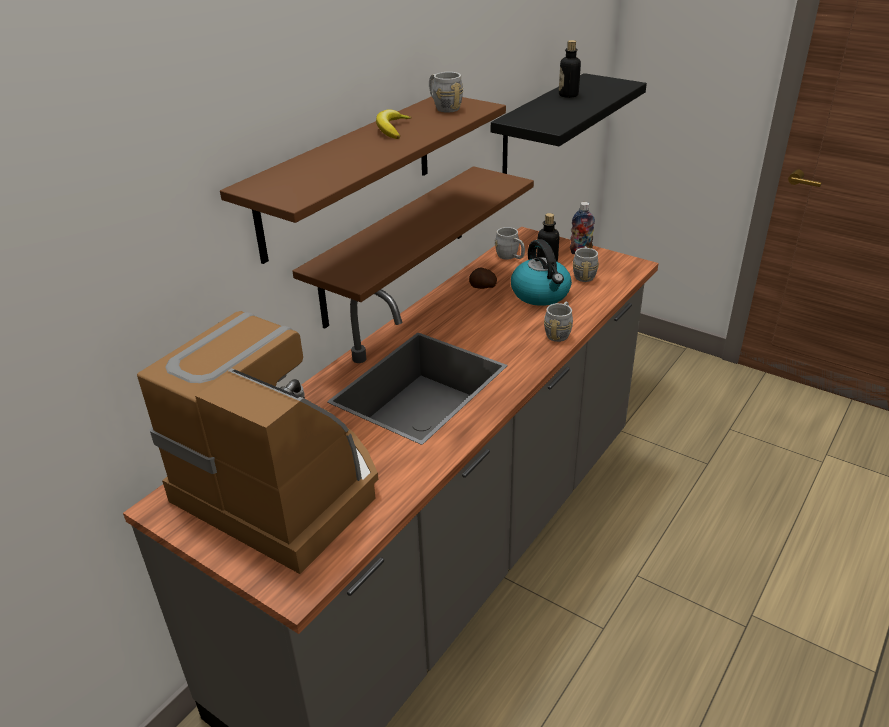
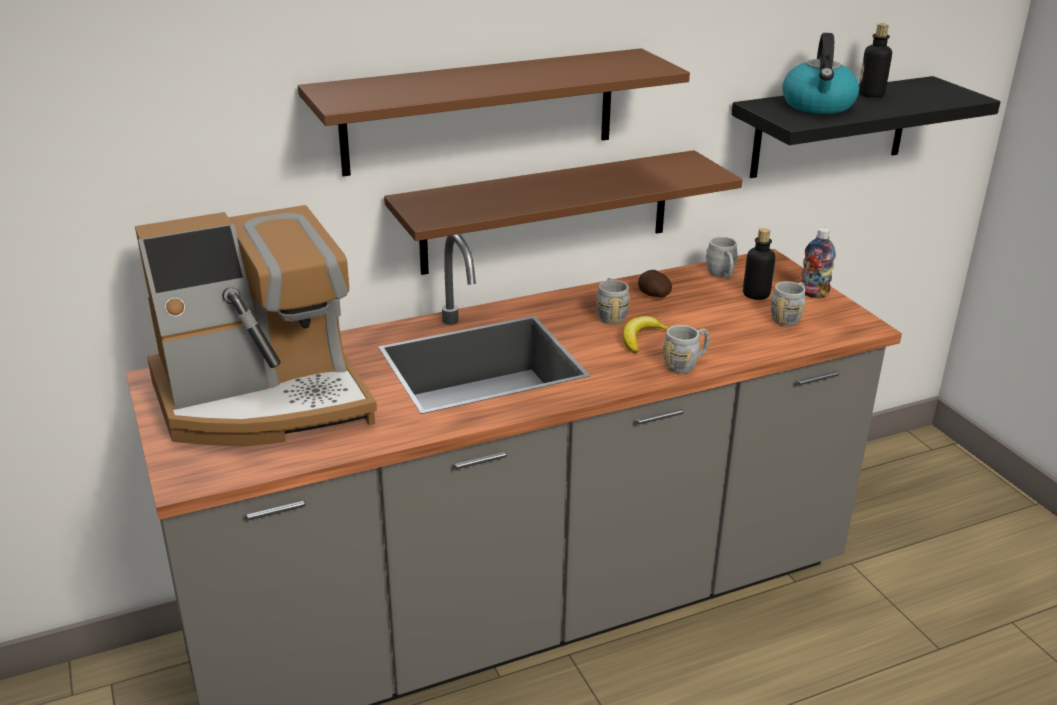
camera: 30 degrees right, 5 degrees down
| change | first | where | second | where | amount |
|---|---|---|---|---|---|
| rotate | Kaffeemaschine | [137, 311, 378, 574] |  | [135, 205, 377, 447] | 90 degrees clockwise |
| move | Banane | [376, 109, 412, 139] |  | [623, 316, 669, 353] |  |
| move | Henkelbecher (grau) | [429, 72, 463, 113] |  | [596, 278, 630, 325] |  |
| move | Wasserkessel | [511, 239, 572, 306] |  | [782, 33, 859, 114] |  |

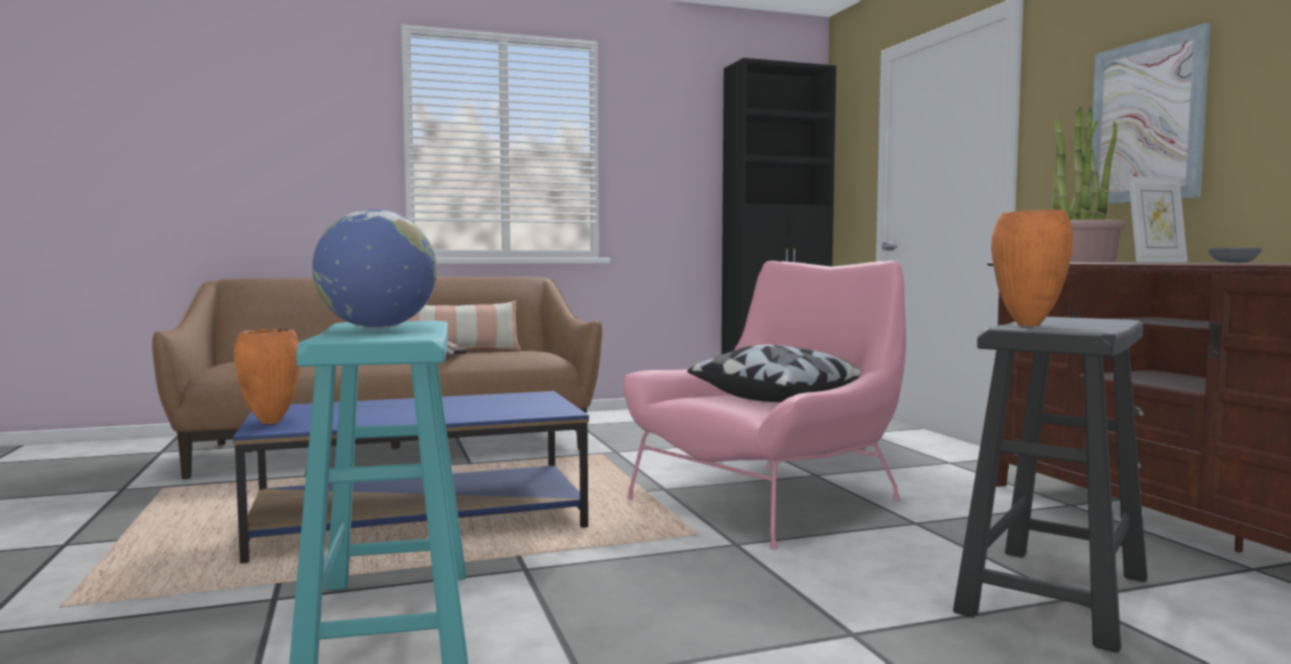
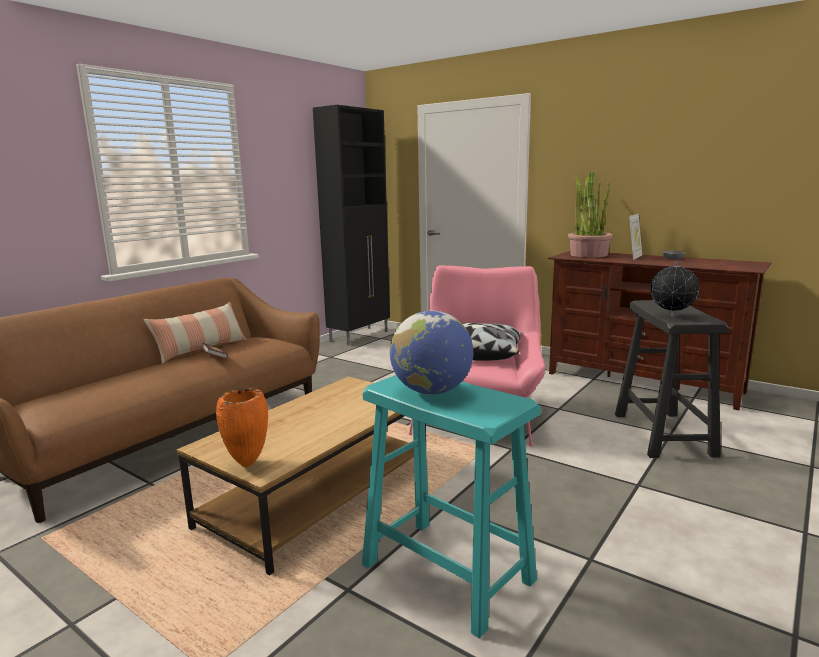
camera: 35 degrees left, 10 degrees up
| change | first | where | second | where | amount |
|---|---|---|---|---|---|
| recolor | Couchtisch (blau) | [233, 391, 589, 564] | Couchtisch (braun) | [177, 376, 426, 575] |  |
| replace | Vase (orange) | [991, 209, 1073, 326] | Globus | [650, 261, 699, 317] |  |
| delete | Bild | [1089, 23, 1211, 205] |  |  |  |

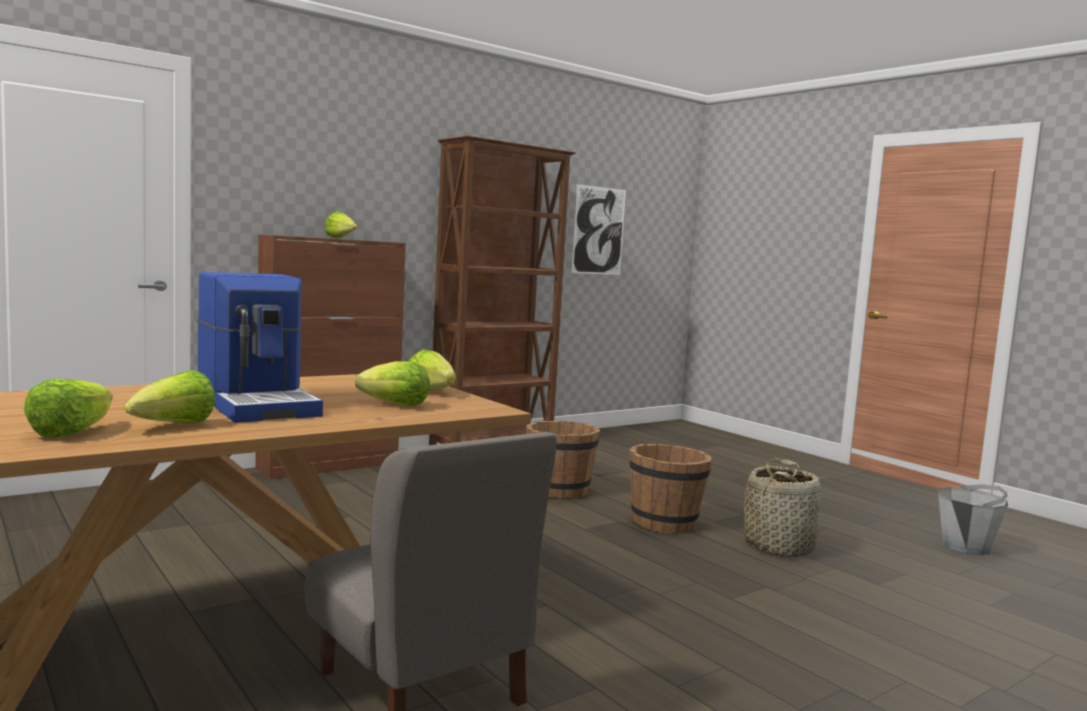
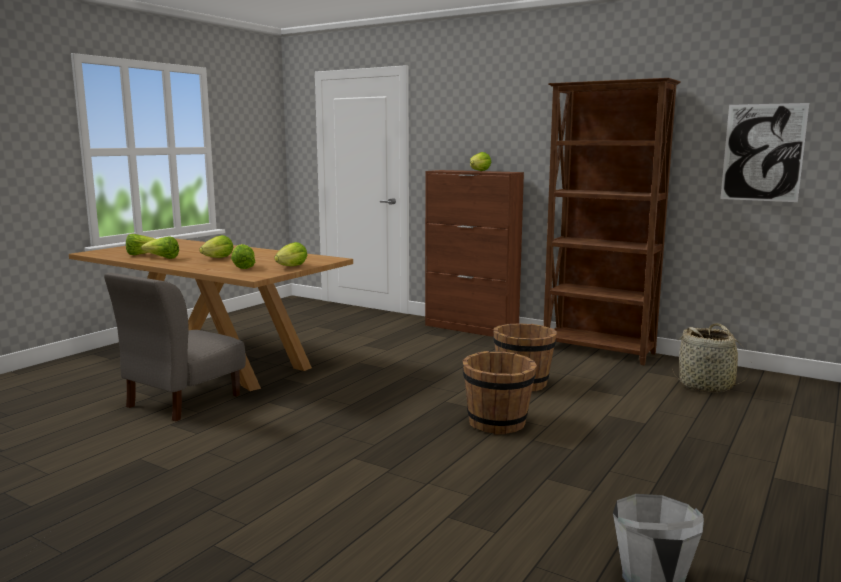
camera: 70 degrees right, 5 degrees up
| change | first | where | second | where | amount |
|---|---|---|---|---|---|
| replace | Kaffeemaschine | [197, 272, 323, 423] | Salatkopf | [199, 235, 233, 258] |  |
| move | Korb | [744, 458, 821, 557] |  | [672, 323, 751, 393] |  |

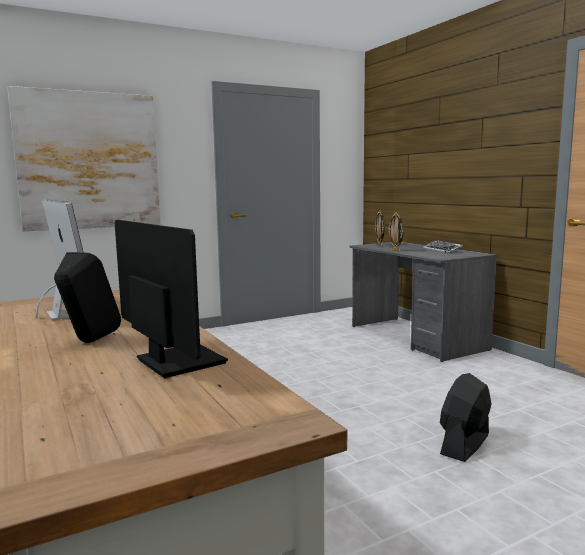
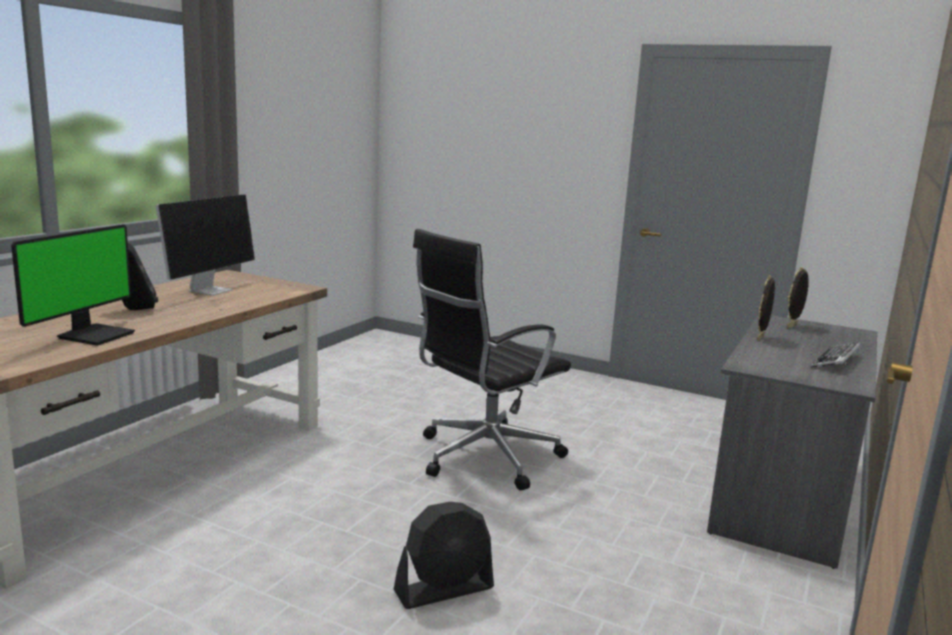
camera: 55 degrees right, 5 degrees up
| change | first | where | second | where | amount |
|---|---|---|---|---|---|
| delete | Bild | [7, 86, 161, 231] |  |  |  |
| rotate | Ventilator (schwarz) | [440, 373, 491, 462] |  | [394, 502, 494, 609] | 150 degrees clockwise |
| insert |  |  | Bürostuhl (schwarz) | [413, 229, 571, 491] |  |

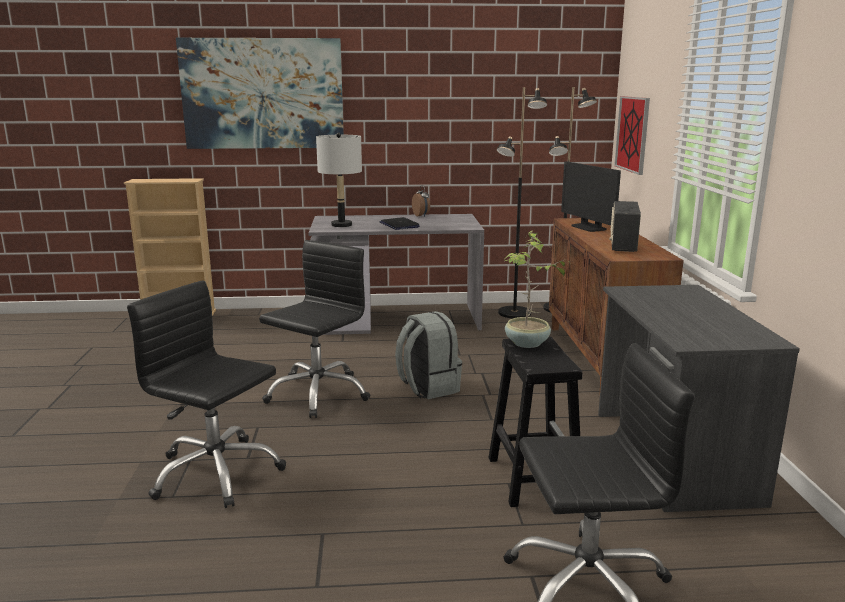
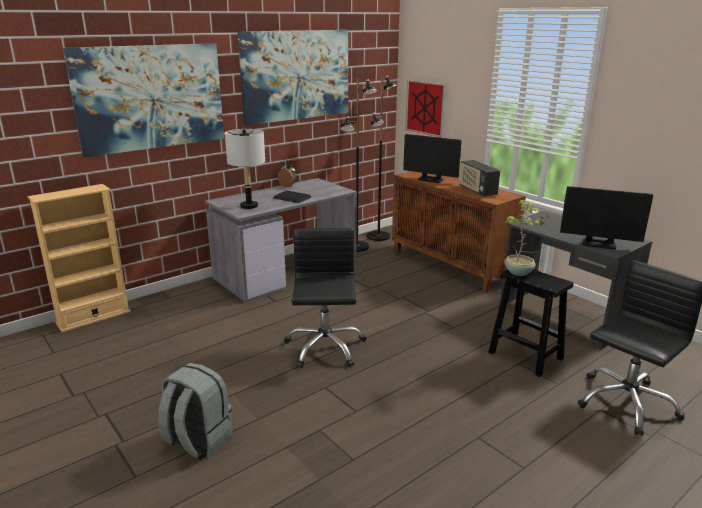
camera: 35 degrees left, 5 degrees up
| change | first | where | second | where | amount |
|---|---|---|---|---|---|
| delete | Bürostuhl (schwarz) | [127, 280, 286, 508] |  |  |  |
| move | Rucksack (grau) | [395, 311, 462, 399] |  | [158, 363, 232, 460] |  |
| insert |  |  | Bild | [238, 30, 348, 125] |  |
| insert |  |  | Monitor | [560, 186, 653, 249] |  |

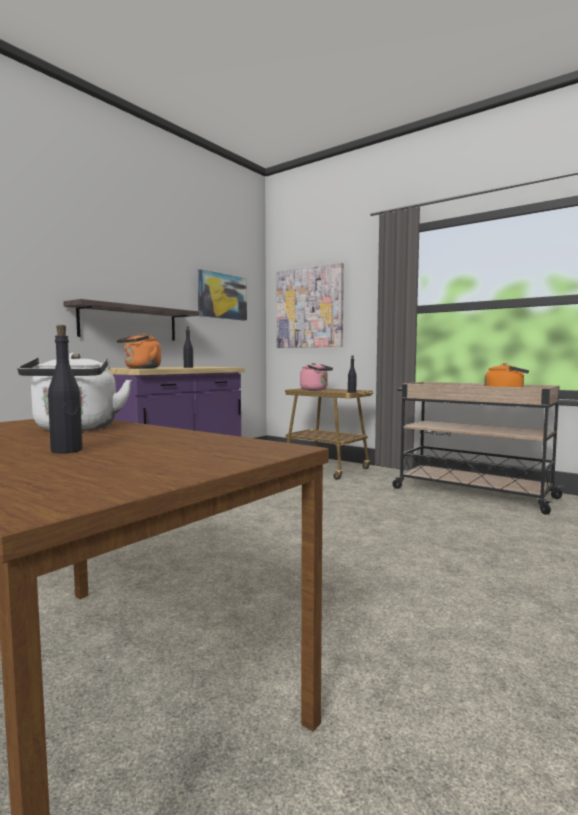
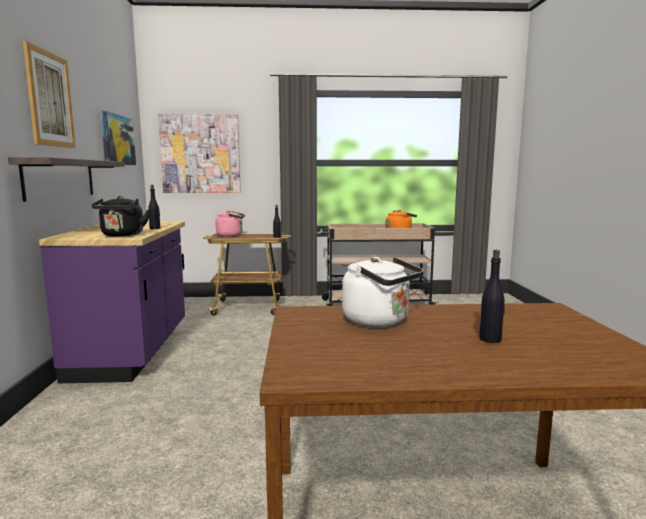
camera: 40 degrees left, 5 degrees up
| change | first | where | second | where | amount |
|---|---|---|---|---|---|
| recolor | Wasserkessel (orange) | [117, 333, 161, 368] | Wasserkessel (schwarz) | [91, 196, 150, 237] |  |
| insert |  |  | Bild | [23, 41, 76, 148] |  |

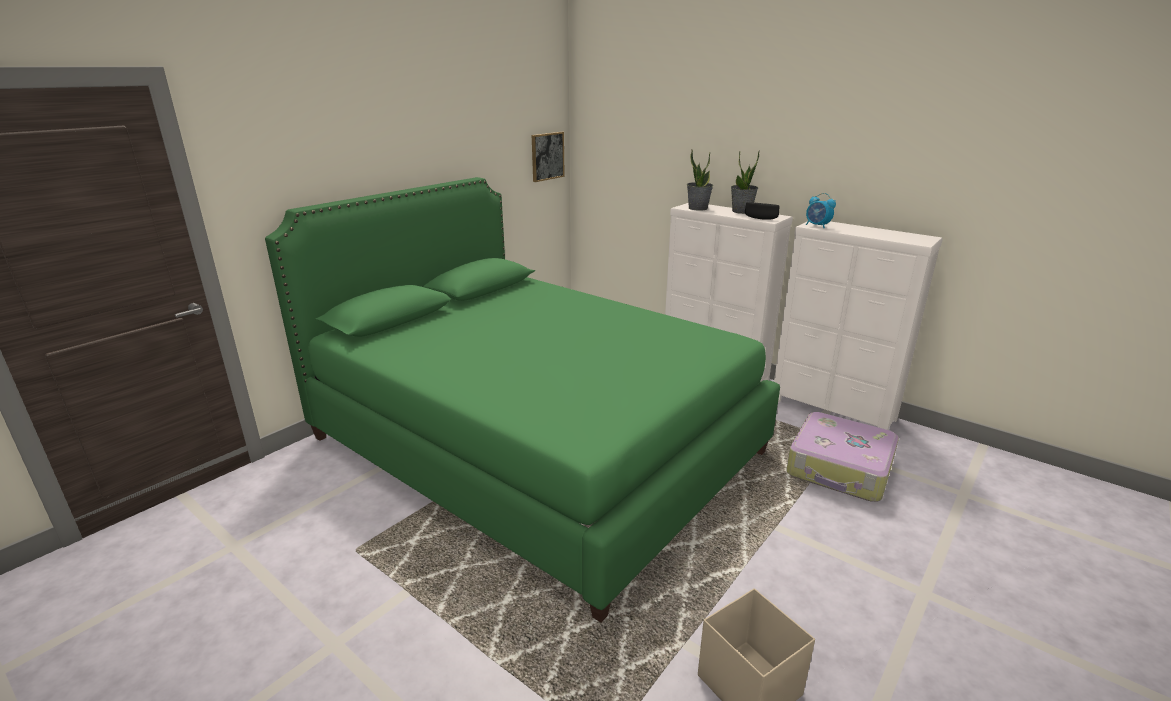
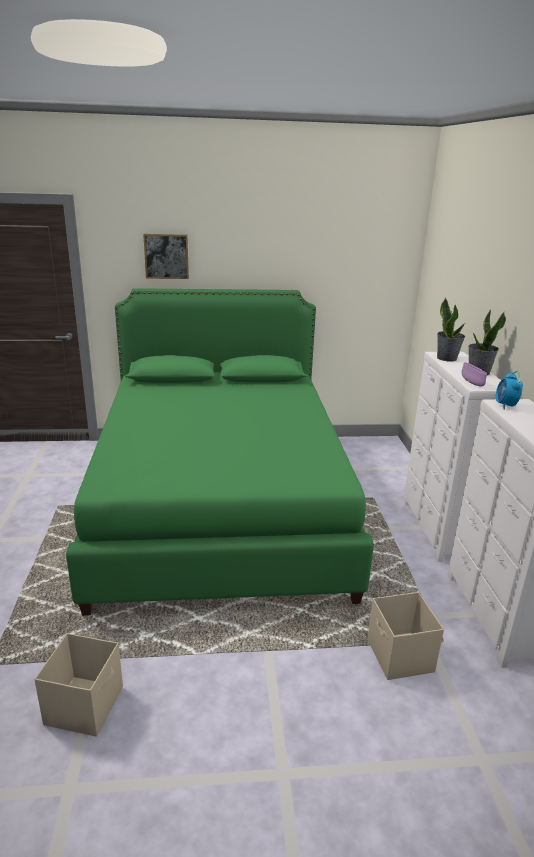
camera: 45 degrees right, 0 degrees up
| change | first | where | second | where | amount |
|---|---|---|---|---|---|
| move | Bild | [532, 132, 565, 182] |  | [143, 234, 189, 279] |  |
| recolor | Schüssel (schwarz) | [745, 202, 780, 220] | Schüssel (lila) | [462, 362, 487, 386] |  |
| replace | Koffer | [786, 412, 899, 502] | Aufbewahrungsbox (beige) | [367, 592, 444, 680] |  |

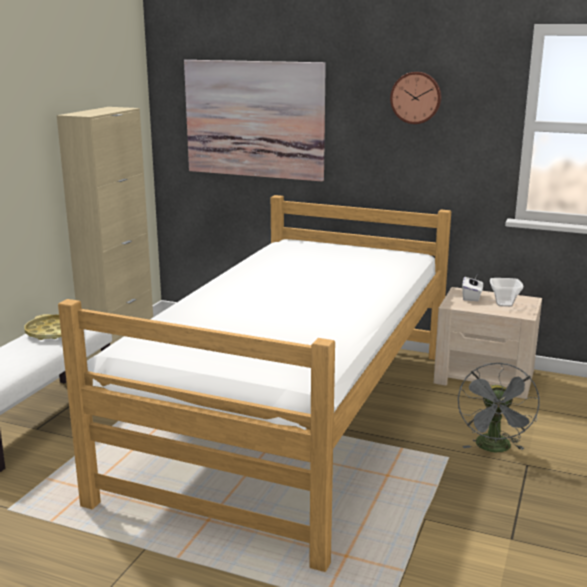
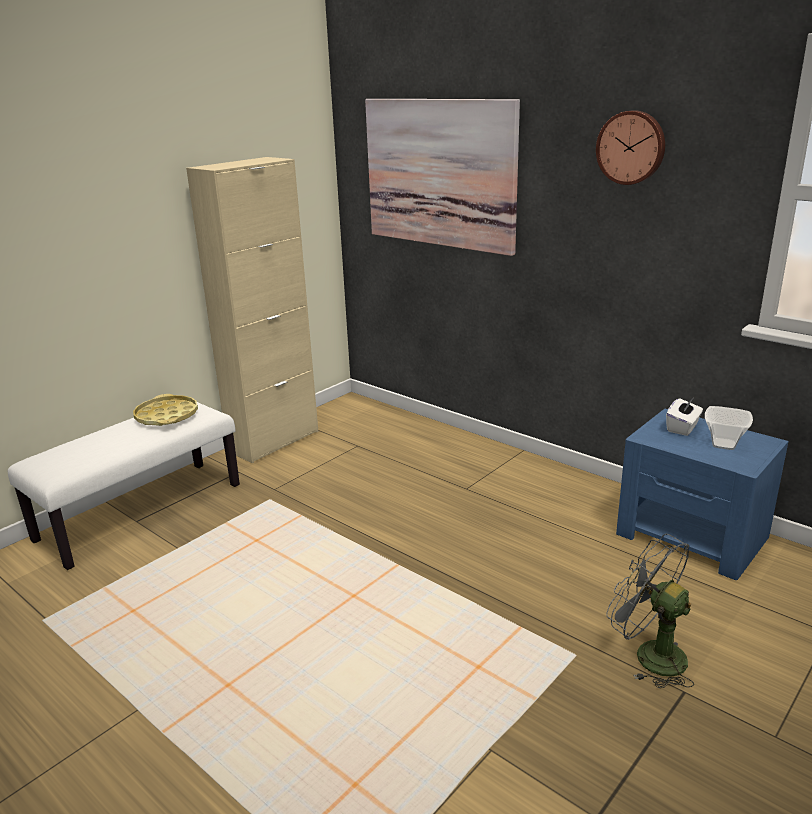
camera: 20 degrees right, 5 degrees up
| change | first | where | second | where | amount |
|---|---|---|---|---|---|
| delete | Bett | [58, 195, 451, 572] |  |  |  |
| recolor | Nachttisch (beige) | [434, 287, 542, 399] | Nachttisch (blau) | [616, 409, 789, 580] |  |
| rotate | Ventilator (grau) | [458, 362, 540, 452] |  | [606, 534, 694, 688] | 105 degrees clockwise |

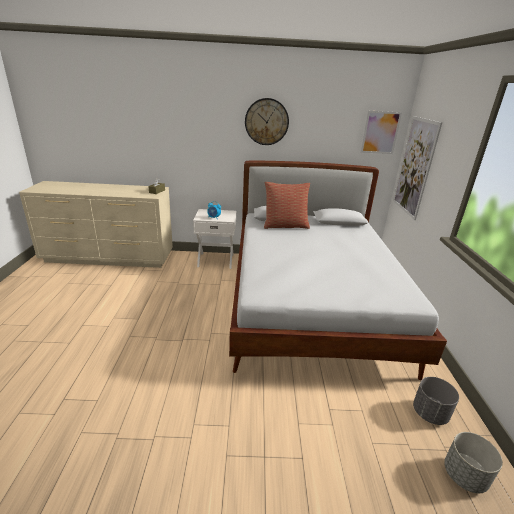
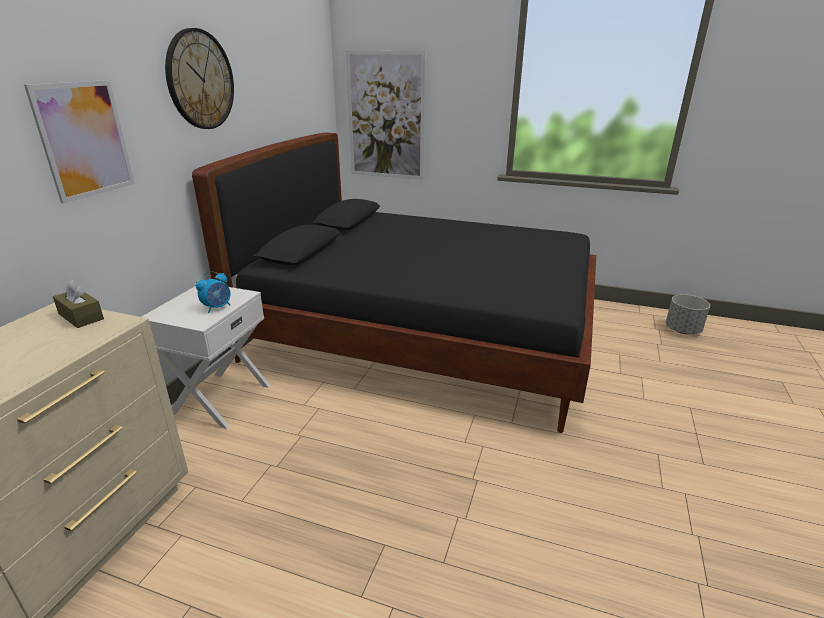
camera: 70 degrees left, 0 degrees up
| change | first | where | second | where | amount |
|---|---|---|---|---|---|
| recolor | Bett (weiß) | [229, 161, 447, 380] | Bett (schwarz) | [192, 133, 596, 433] |  |
| delete | Kissen | [264, 182, 310, 229] |  |  |  |
| move | Bild | [361, 111, 402, 154] |  | [24, 80, 135, 204] |  |
| delete | Pflanzkübel (grau) | [413, 377, 459, 425] |  |  |  |

